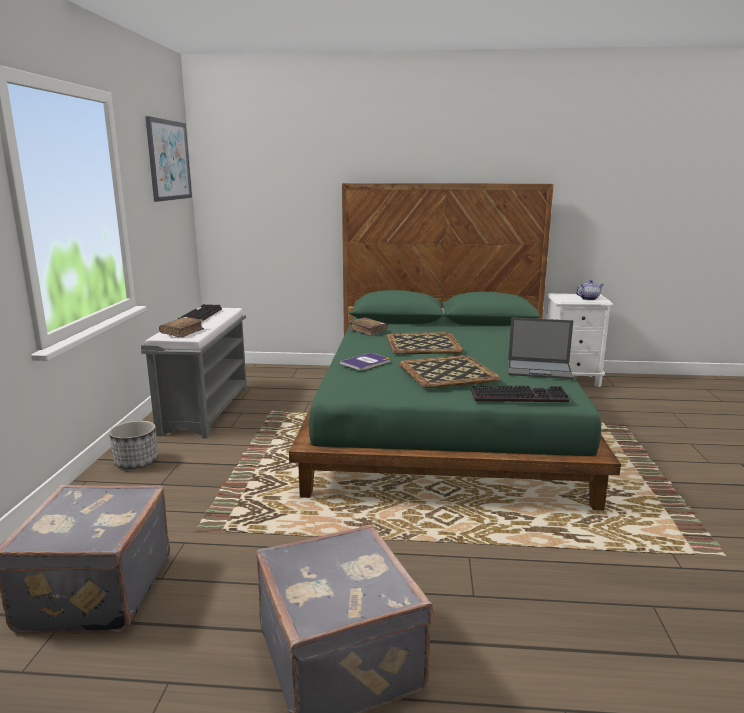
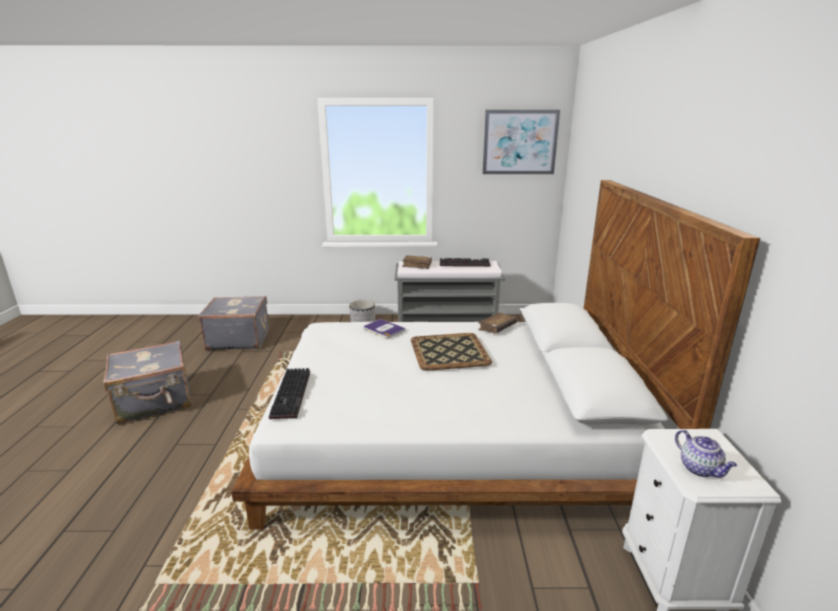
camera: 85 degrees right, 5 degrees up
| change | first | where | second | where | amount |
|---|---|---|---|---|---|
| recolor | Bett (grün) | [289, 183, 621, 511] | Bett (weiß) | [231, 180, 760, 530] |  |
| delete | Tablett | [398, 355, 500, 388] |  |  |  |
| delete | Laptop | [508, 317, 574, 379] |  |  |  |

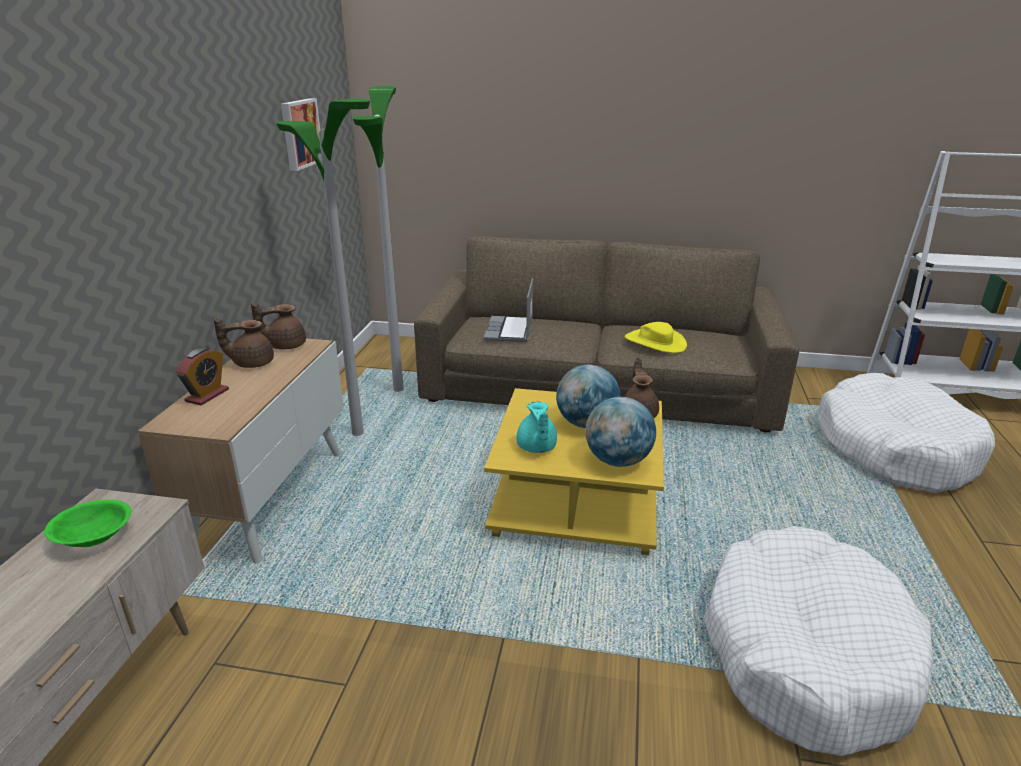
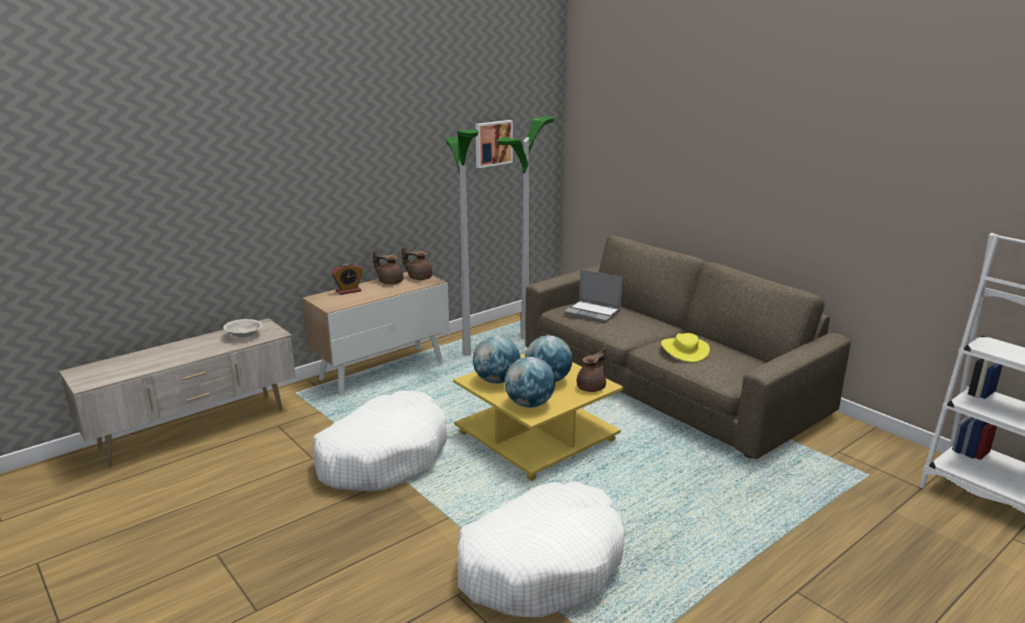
camera: 40 degrees right, 5 degrees down
| change | first | where | second | where | amount |
|---|---|---|---|---|---|
| recolor | Schüssel (grün) | [44, 500, 131, 548] | Schüssel (beige) | [223, 319, 263, 338] |  |
| rotate | Laptop | [484, 278, 533, 342] |  | [564, 269, 622, 323] | 105 degrees counterclockwise |
| replace | Teekanne (türkis) | [516, 401, 557, 453] | Globus | [473, 336, 521, 384] |  |
| move | Hundebett (weiß) | [818, 373, 995, 493] |  | [313, 390, 447, 492] |  |

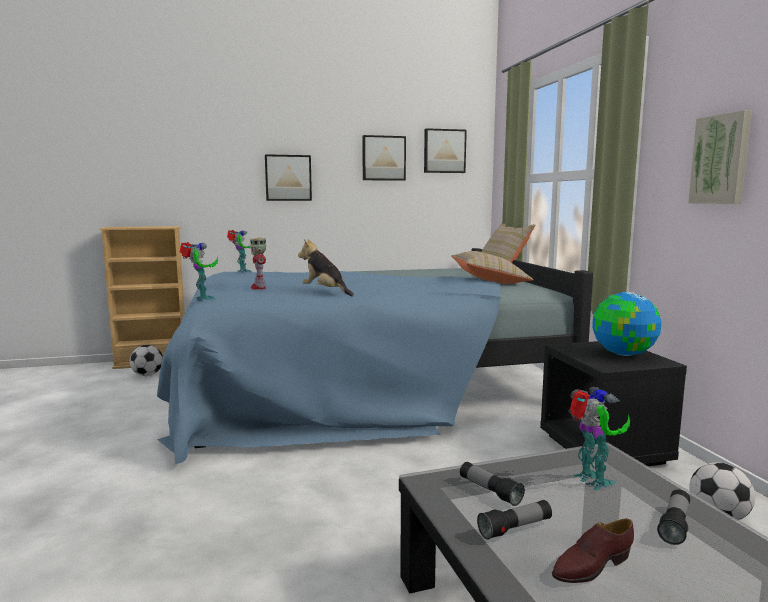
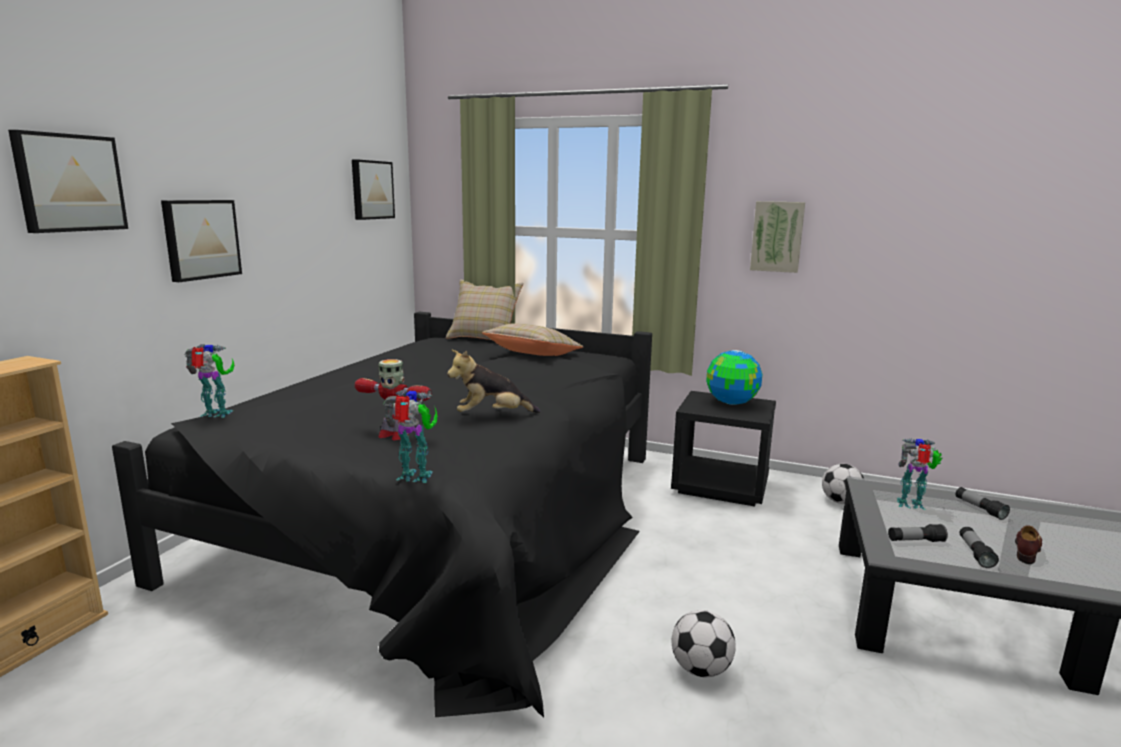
camera: 55 degrees left, 5 degrees up
| change | first | where | second | where | amount |
|---|---|---|---|---|---|
| move | Fußball | [130, 345, 163, 376] |  | [672, 610, 736, 677] |  |
| recolor | Bett (blau) | [157, 248, 593, 464] | Bett (schwarz) | [112, 312, 652, 717] |  |
| move | Bild | [362, 135, 406, 181] |  | [8, 130, 128, 233] |  |
| rotate | Schuh (braun) | [552, 519, 634, 583] |  | [1015, 525, 1042, 564] | 150 degrees counterclockwise |

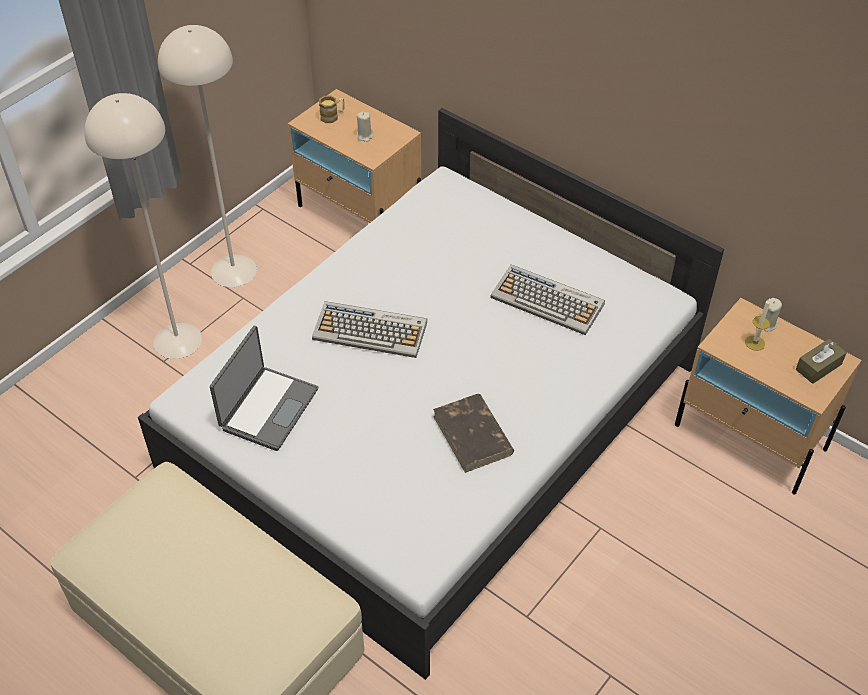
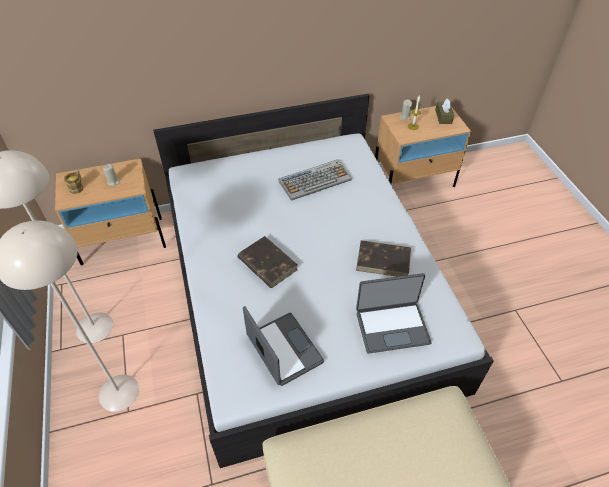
camera: 55 degrees left, 0 degrees up
| change | first | where | second | where | amount |
|---|---|---|---|---|---|
| replace | Tastatur | [312, 301, 427, 358] | Buch (braun) | [237, 236, 298, 288] |  |
| insert |  |  | Laptop | [356, 273, 432, 354] |  |

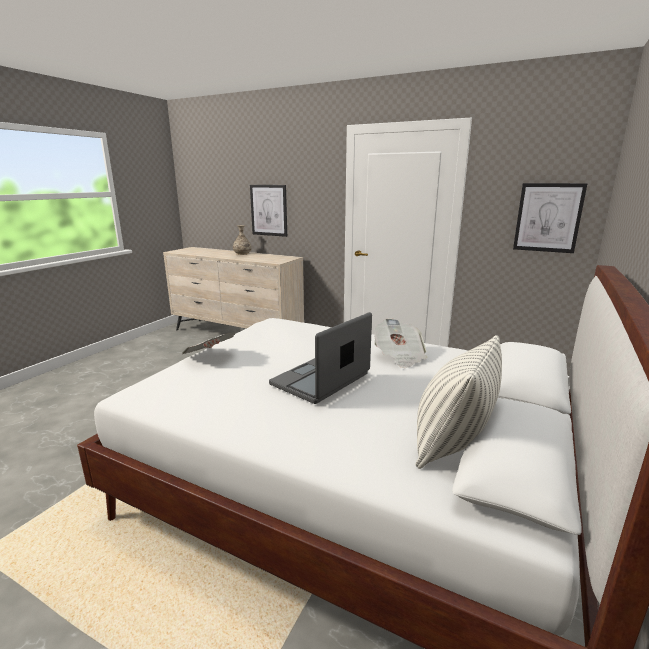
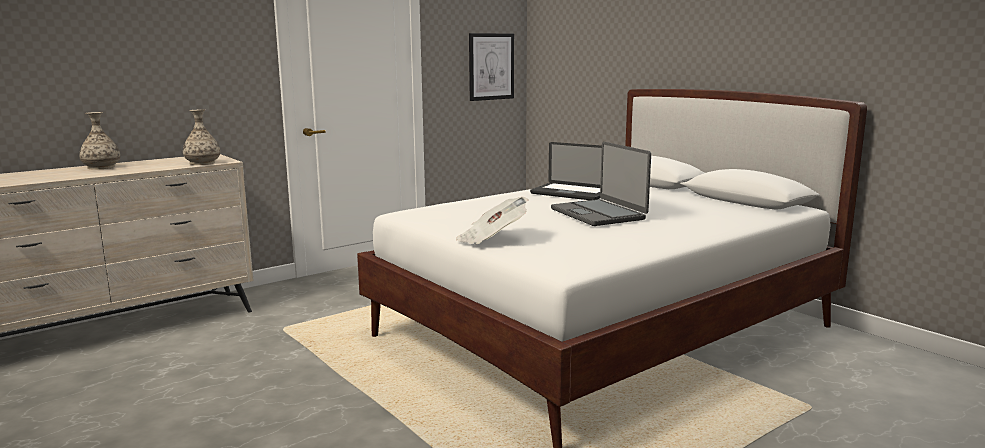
camera: 65 degrees left, 5 degrees down
| change | first | where | second | where | amount |
|---|---|---|---|---|---|
| delete | Bild | [250, 185, 287, 237] |  |  |  |
| replace | Zeitung | [374, 318, 428, 368] | Laptop | [530, 142, 602, 200] |  |
| delete | Kissen | [415, 335, 502, 469] |  |  |  |
| insert |  |  | Vase | [183, 109, 220, 165] |  |

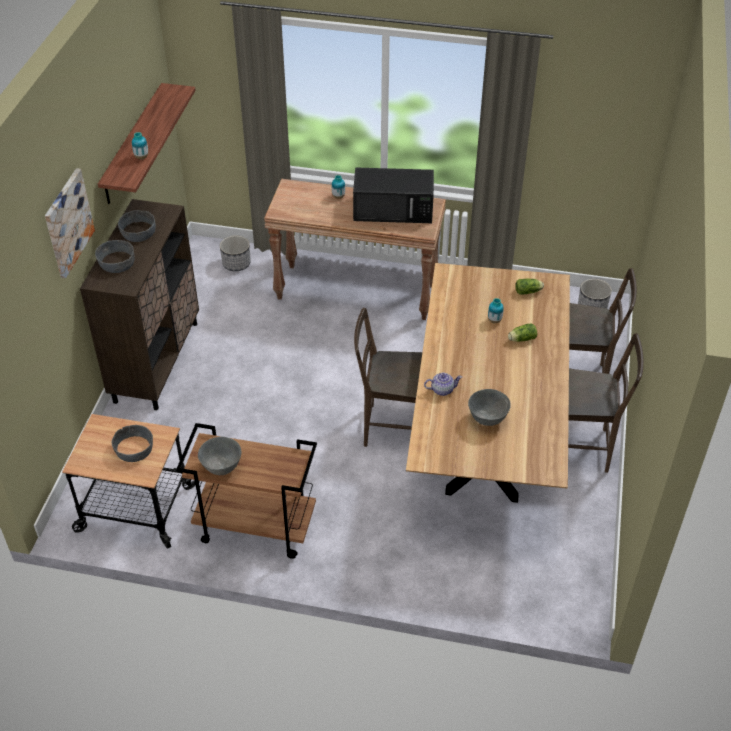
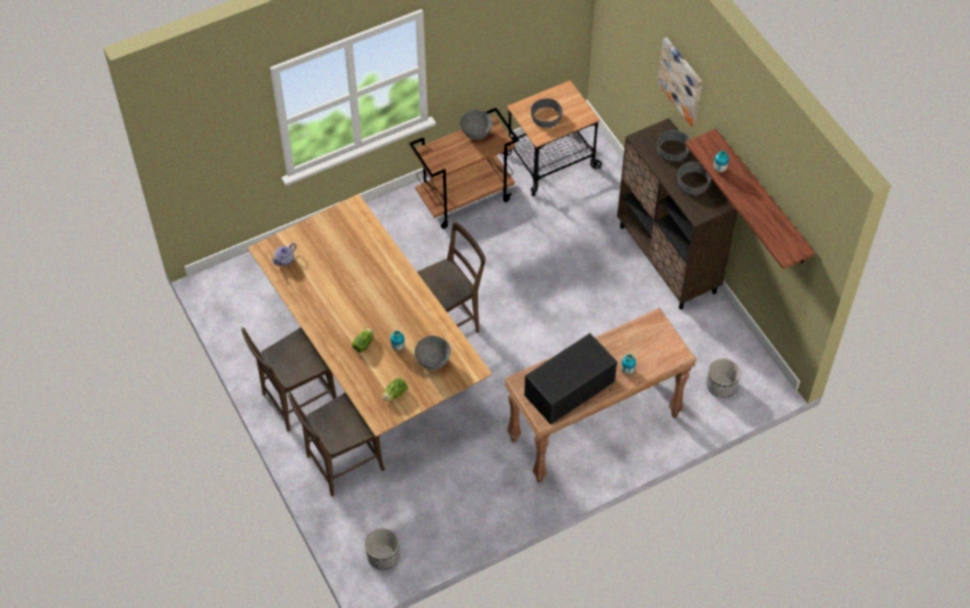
camera: 140 degrees right, 10 degrees up
| change | first | where | second | where | amount |
|---|---|---|---|---|---|
| move | Teekanne | [424, 373, 462, 396] |  | [271, 243, 296, 266] |  |
| move | Schüssel (grau) | [468, 389, 511, 426] |  | [415, 336, 451, 370] |  |

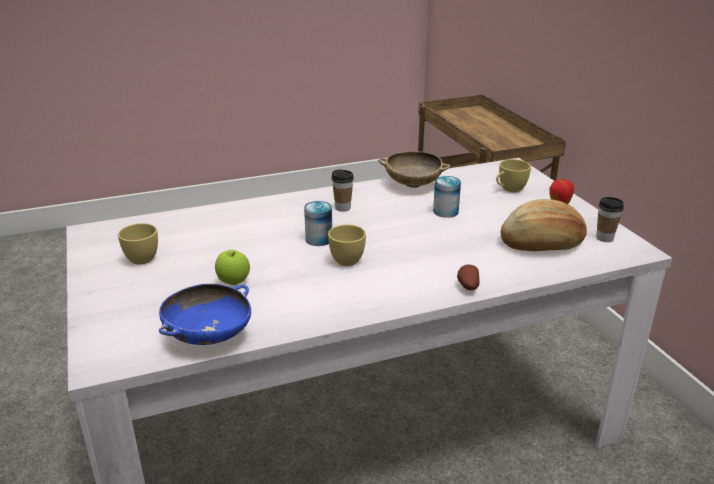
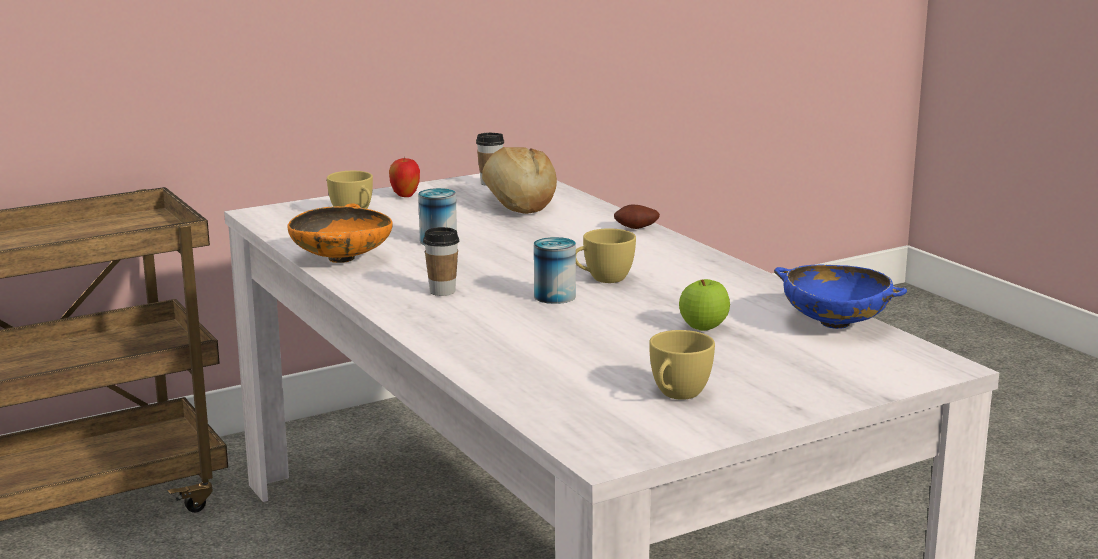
camera: 100 degrees left, 10 degrees down
| change | first | where | second | where | amount |
|---|---|---|---|---|---|
| recolor | Schüssel (beige) | [378, 151, 450, 188] | Schüssel (orange) | [288, 203, 393, 263] |  |

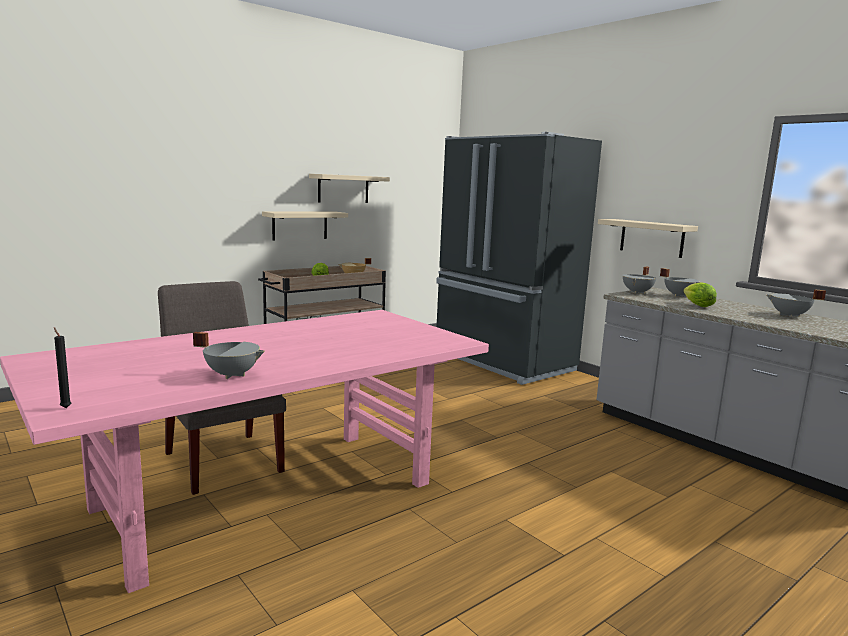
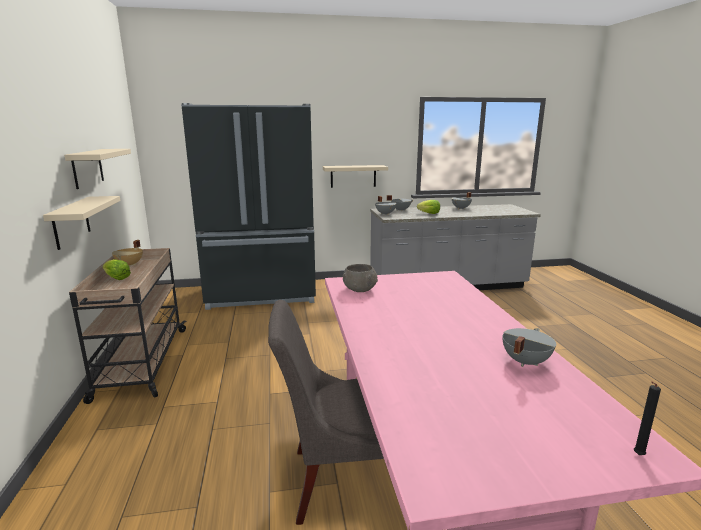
camera: 60 degrees left, 5 degrees up
| change | first | where | second | where | amount |
|---|---|---|---|---|---|
| insert |  |  | Schüssel (grau) | [343, 264, 378, 292] |  |

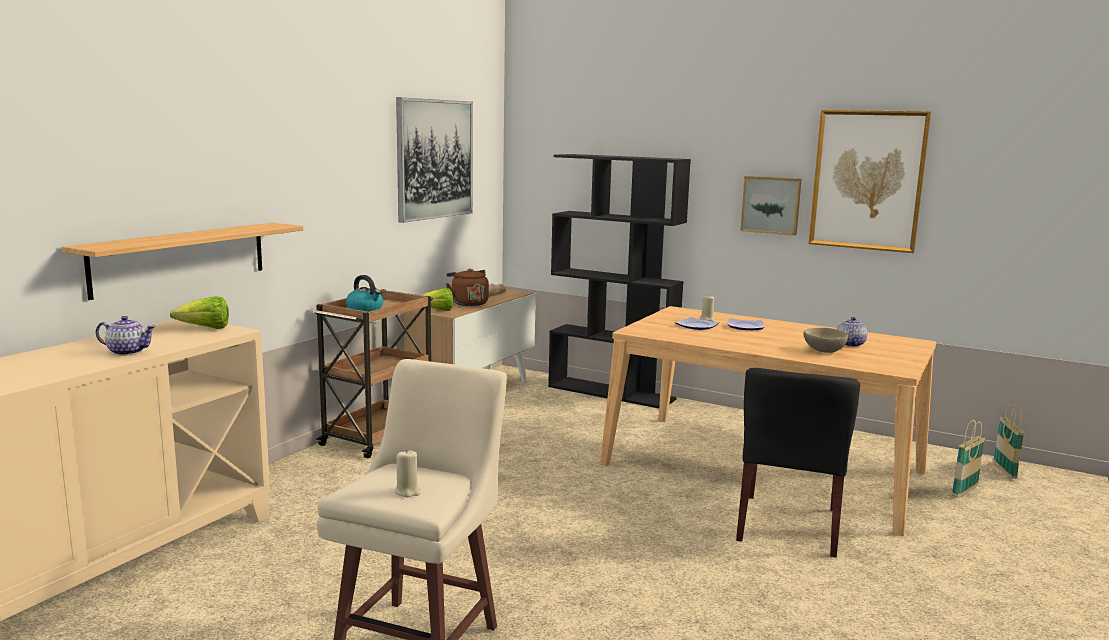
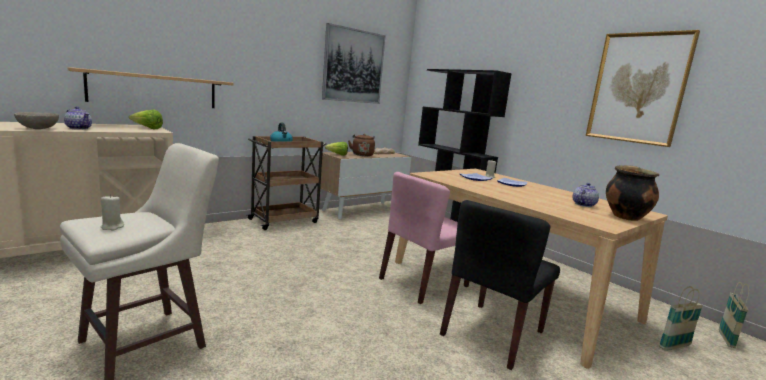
camera: 20 degrees right, 0 degrees up
| change | first | where | second | where | amount |
|---|---|---|---|---|---|
| delete | Bild | [740, 176, 802, 236] |  |  |  |
| move | Schüssel (beige) | [804, 328, 848, 353] |  | [14, 112, 59, 129] |  |
| insert |  |  | Stuhl (rosa) | [379, 172, 469, 304] |  |
| insert |  |  | Kochtopf | [606, 165, 659, 221] |  |

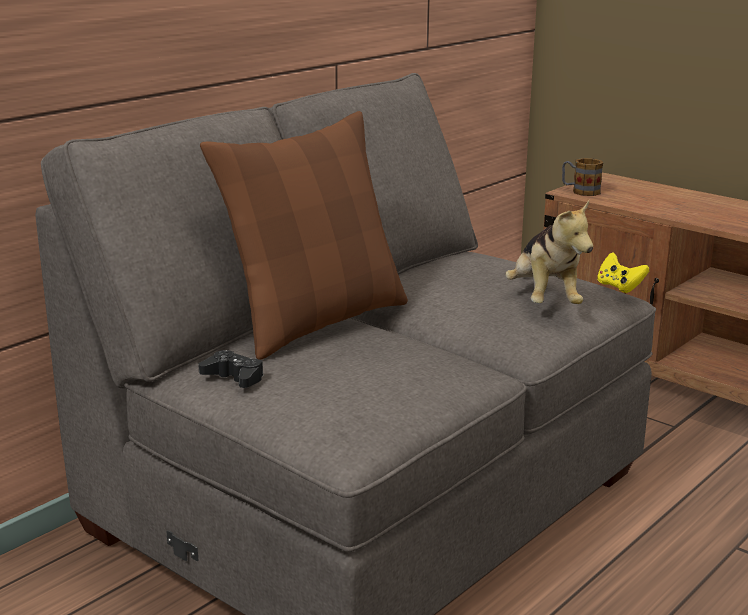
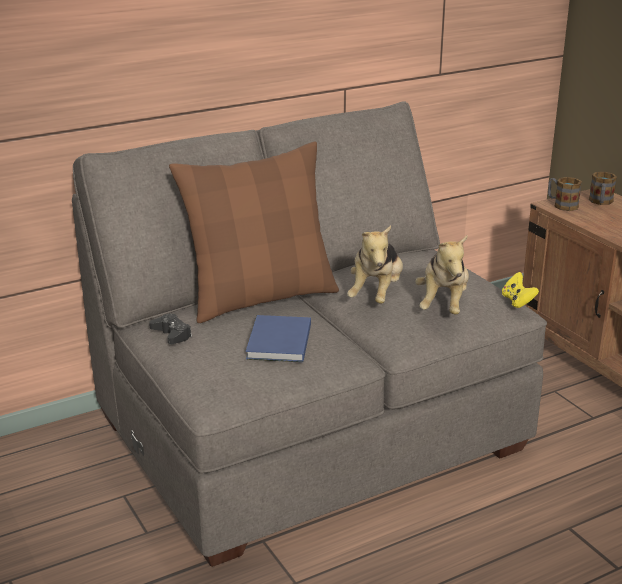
camera: 20 degrees right, 5 degrees up
| change | first | where | second | where | amount |
|---|---|---|---|---|---|
| insert |  |  | Buch (blau) | [246, 315, 311, 362] |  |
| insert |  |  | Plüschtier | [347, 226, 403, 304] |  |
| insert |  |  | Henkelbecher | [589, 172, 617, 205] |  |

